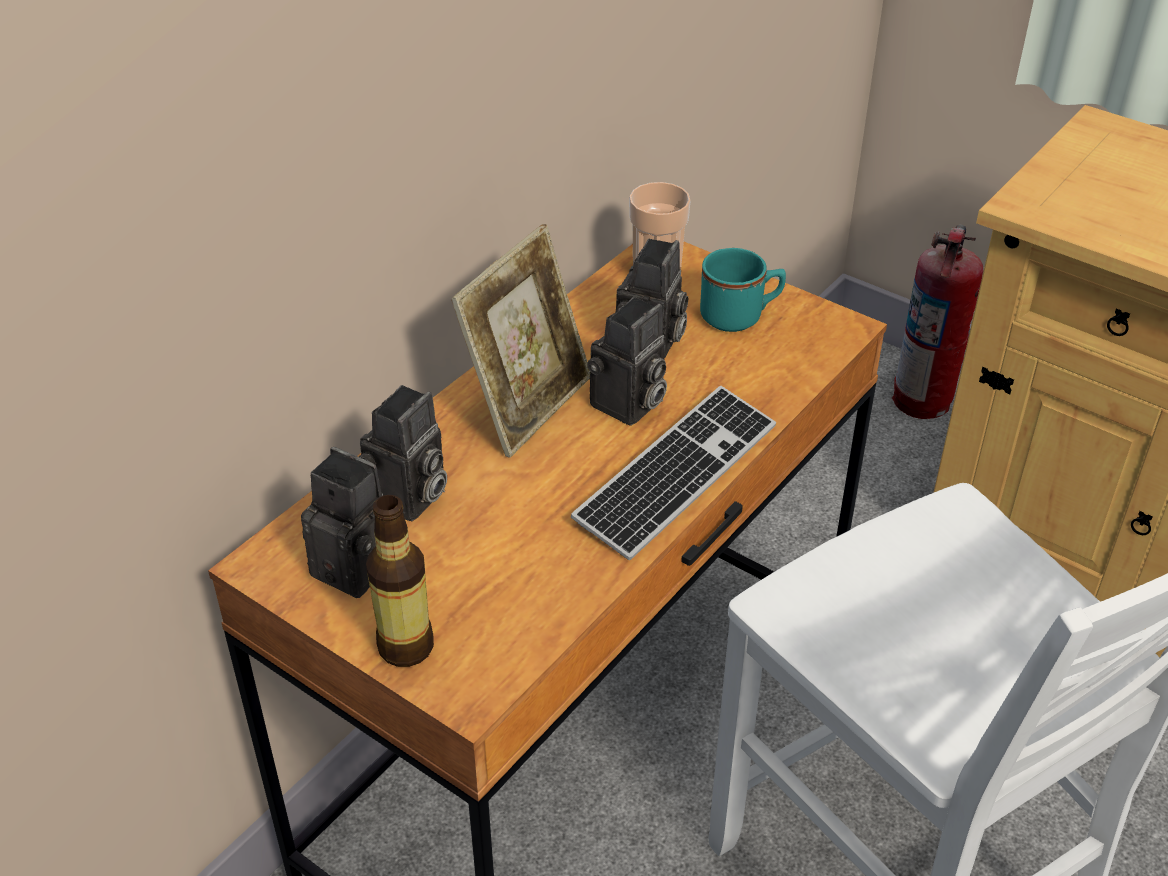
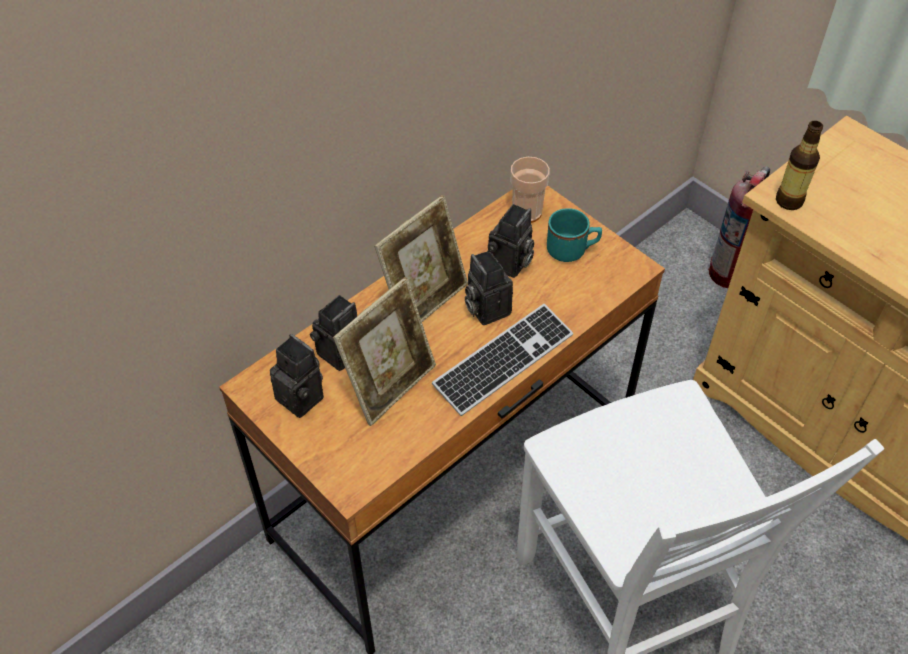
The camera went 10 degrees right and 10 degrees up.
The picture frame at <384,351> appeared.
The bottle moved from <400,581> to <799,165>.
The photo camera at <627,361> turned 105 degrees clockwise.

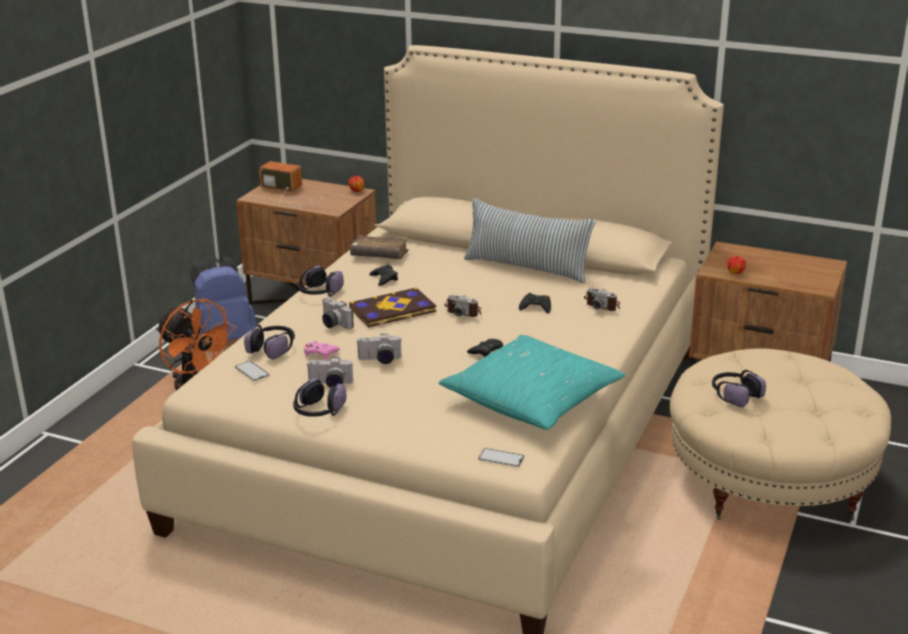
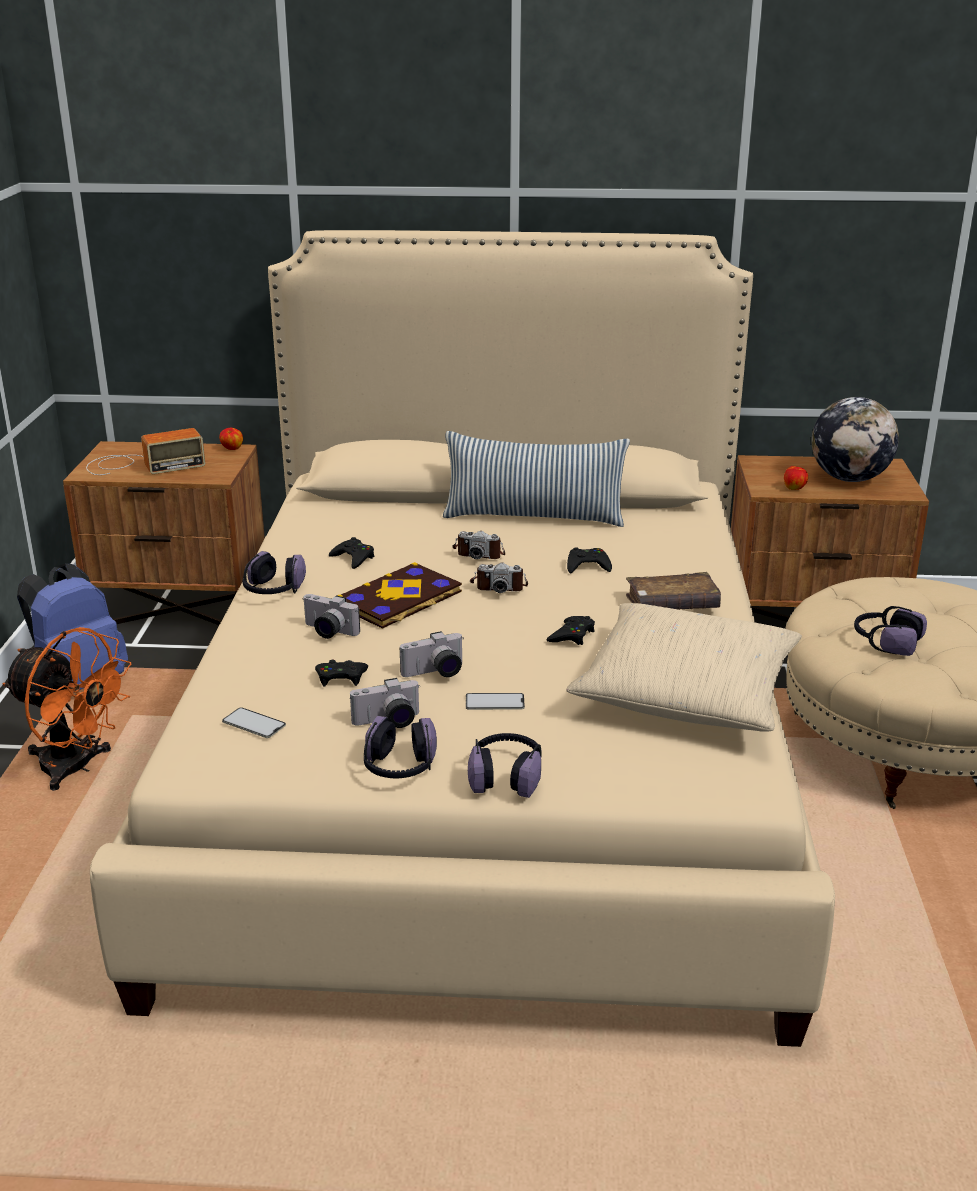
The camera went 20 degrees left and 0 degrees up.
The globe at <855,439> appeared.
The headphones moved from <269,342> to <505,765>.
The brown book moved from <379,247> to <673,591>.
The phone moved from <501,457> to <495,701>.
The photo camera moved from <602,299> to <478,545>.
The pink game controller at <322,350> became the black game controller at <341,673>.
The turquoise pillow at <532,382> became the beige pillow at <684,667>.
The radio at <290,184> turned 150 degrees clockwise.

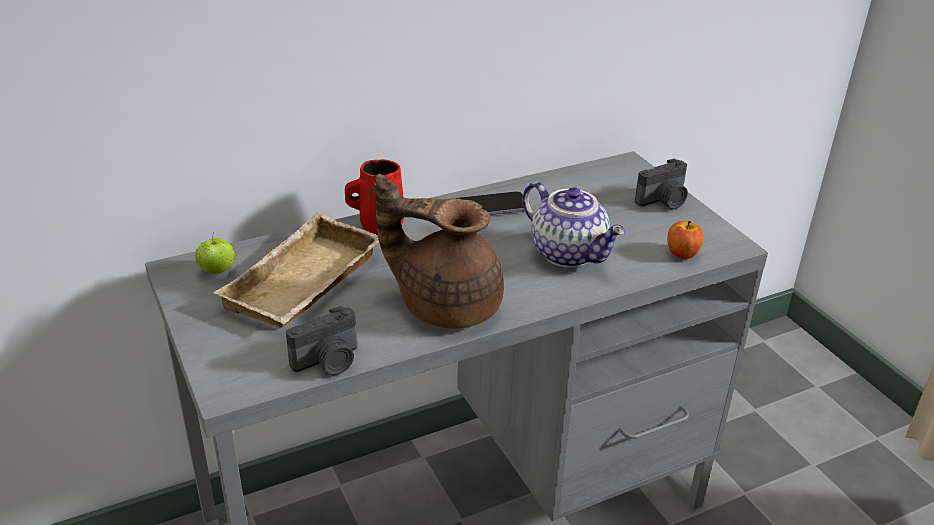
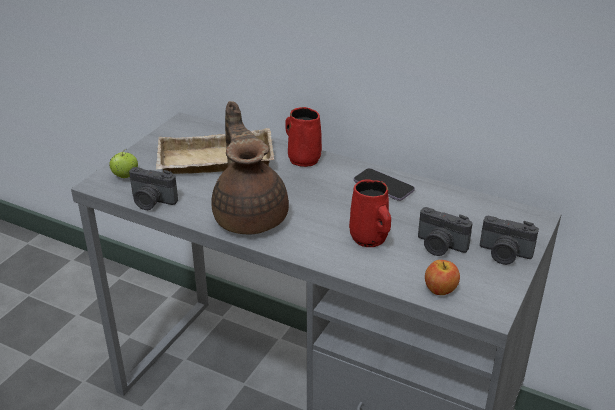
The camera went 55 degrees right and 0 degrees up.
The photo camera at <445,231> appeared.
The apple moved from <215,253> to <123,163>.
The teapot at <574,225> was replaced by the red mug at <370,213>.

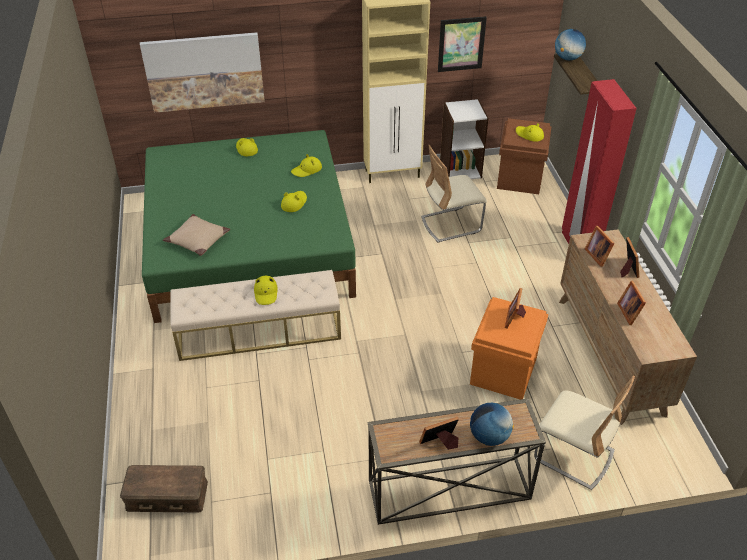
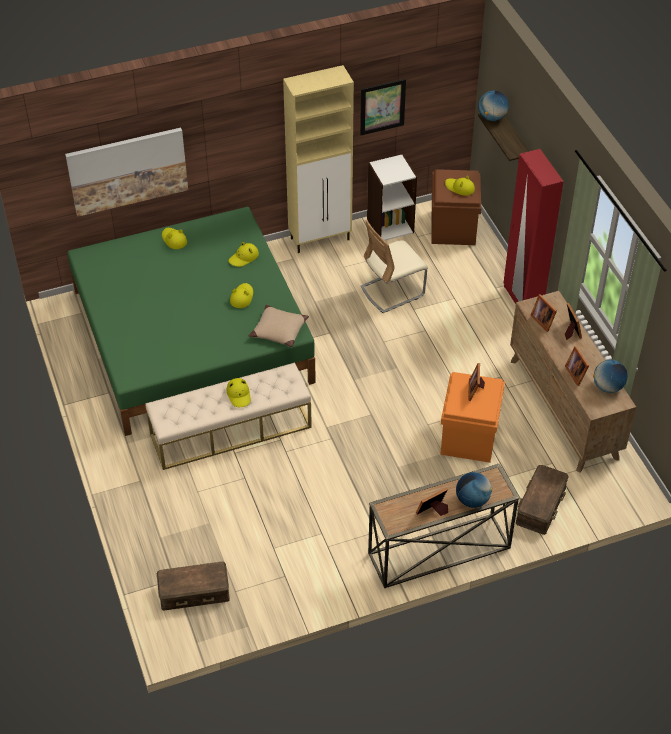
The camera went 10 degrees left and 5 degrees up.
The globe at <610,376> appeared.
The beige pillow moved from <196,235> to <279,326>.
The beige chair at <584,433> was replaced by the brown storage box at <542,500>.

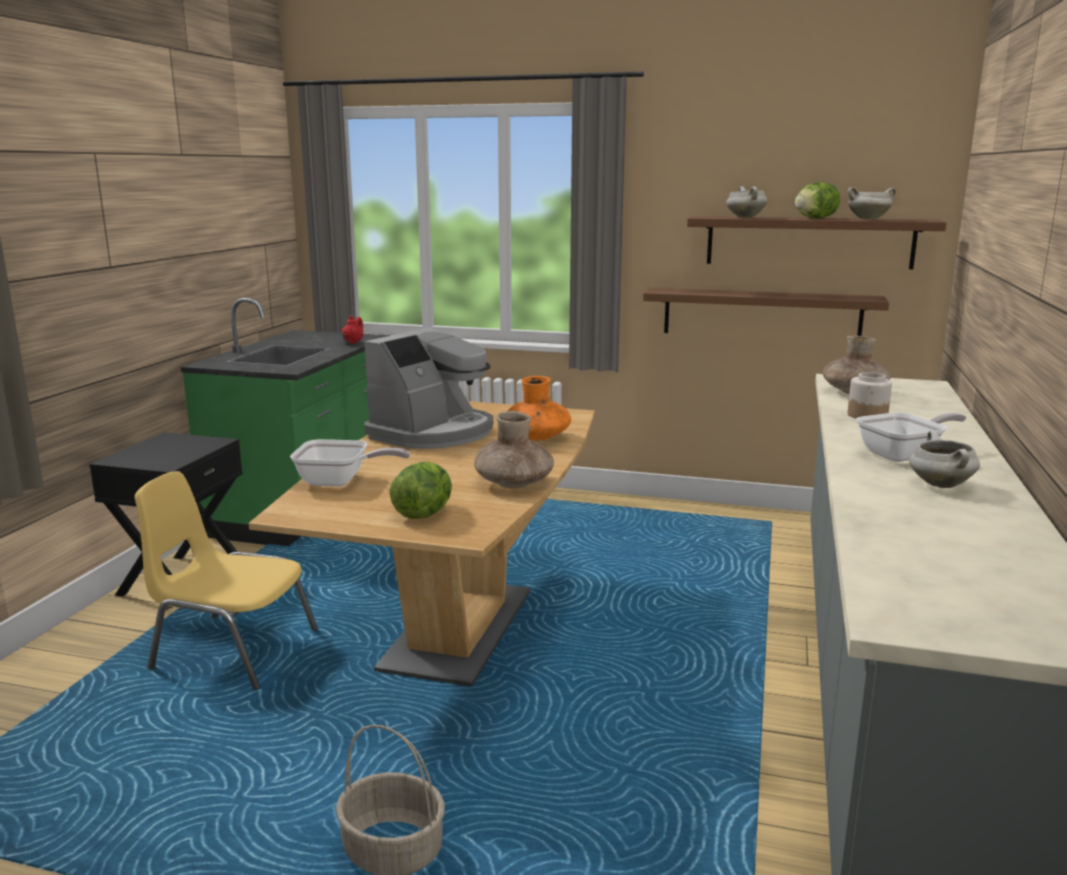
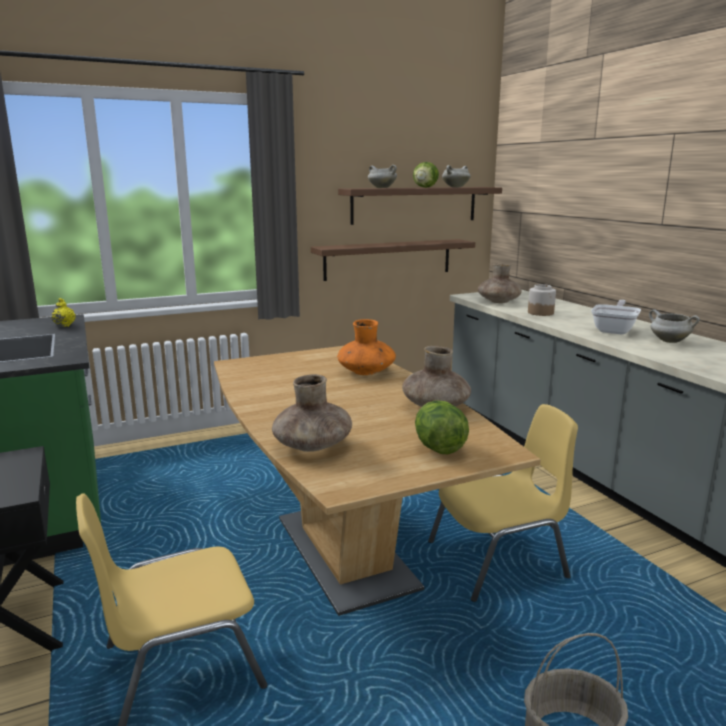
The camera went 40 degrees left and 0 degrees up.
The coffee machine at <428,388> disappeared.
The yellow chair at <503,503> appeared.
The frying pan at <350,463> was replaced by the brown vase at <312,413>.
The red teapot at <352,330> became the yellow teapot at <63,312>.

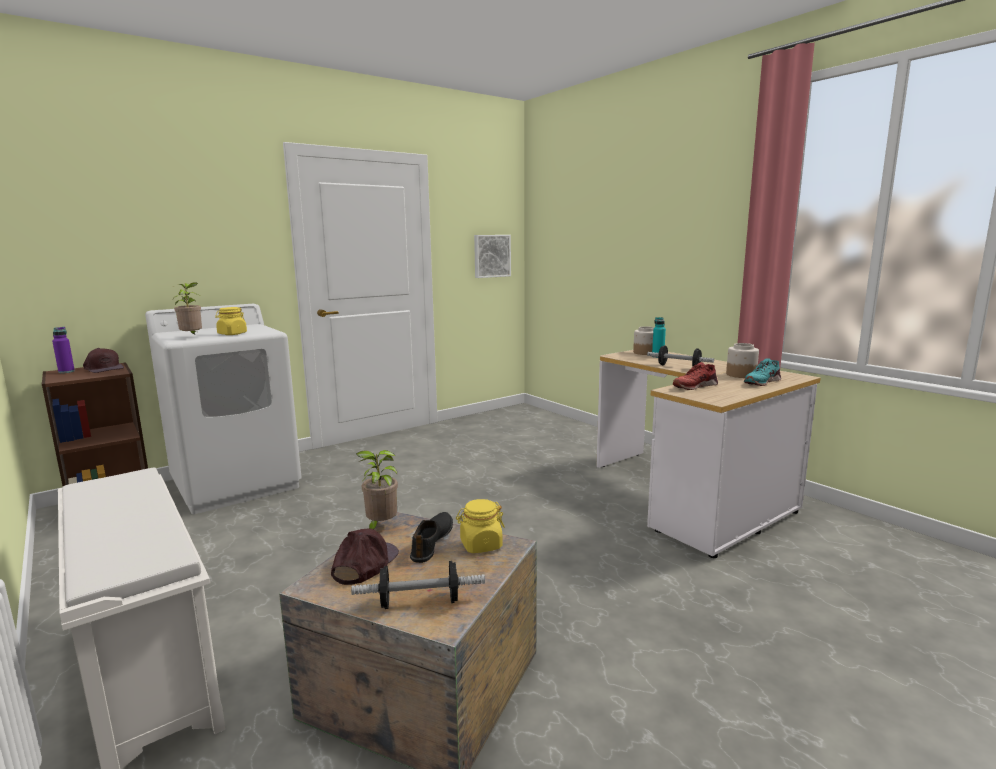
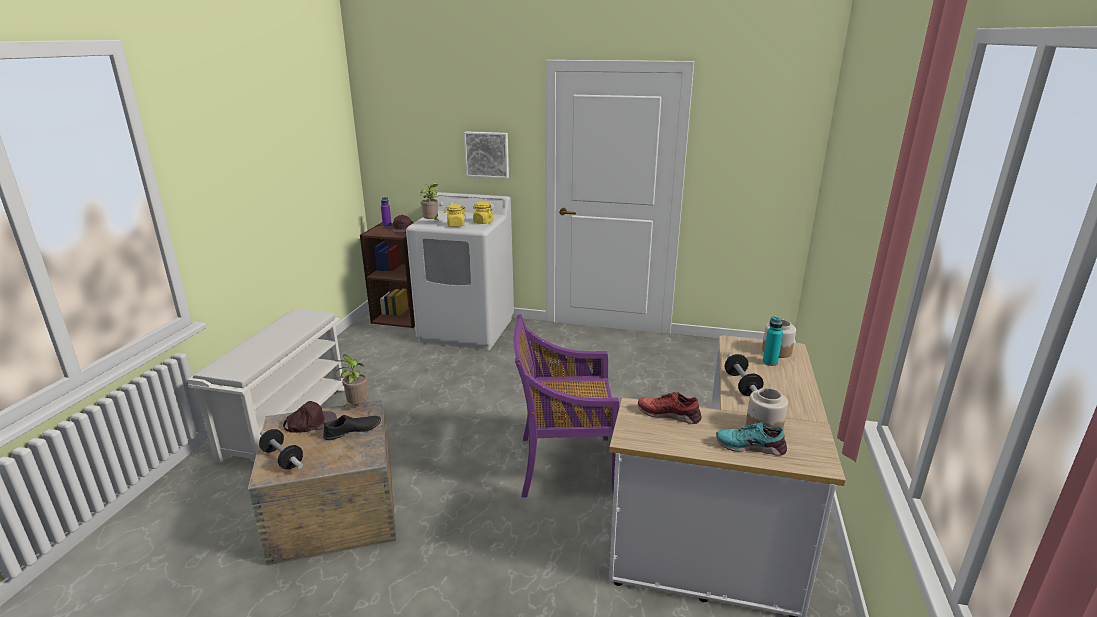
The camera went 50 degrees right and 10 degrees up.
The purple chair at <566,405> appeared.
The yellow jar moved from <480,526> to <483,213>.
The picture moved from <492,256> to <486,155>.

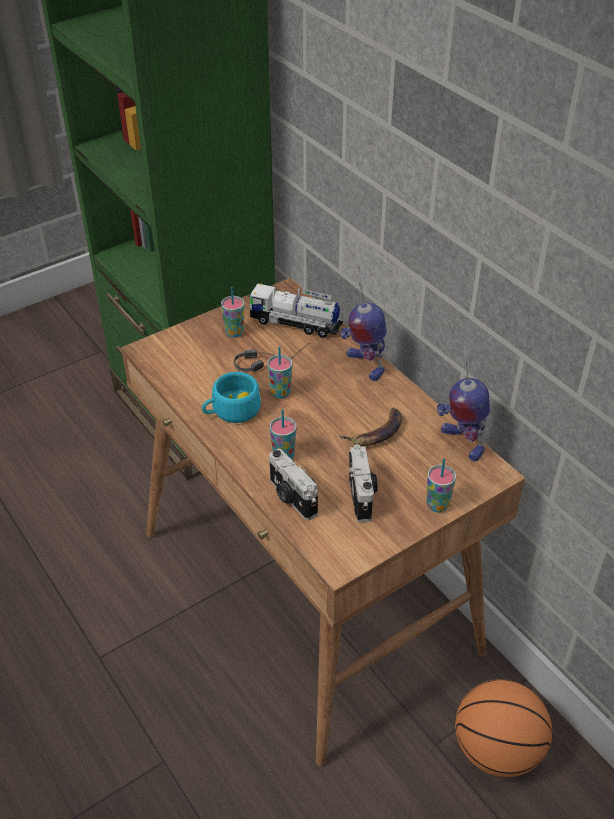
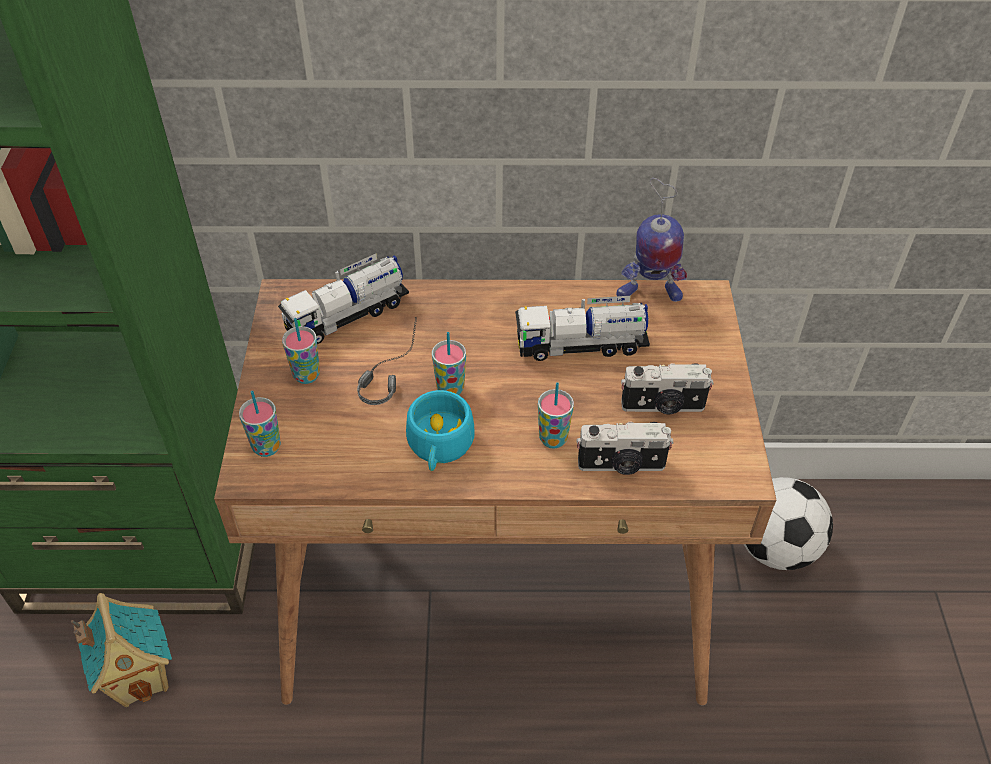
The camera went 55 degrees left and 5 degrees up.
The toy robot at <364,323> disappeared.
The toy house at <121,650> appeared.
The cup moved from <441,485> to <260,424>.
The banana at <371,426> was replaced by the toy truck at <582,328>.
The basketball at <503,728> was replaced by the football at <788,523>.
The photo camera at <363,483> turned 150 degrees clockwise.

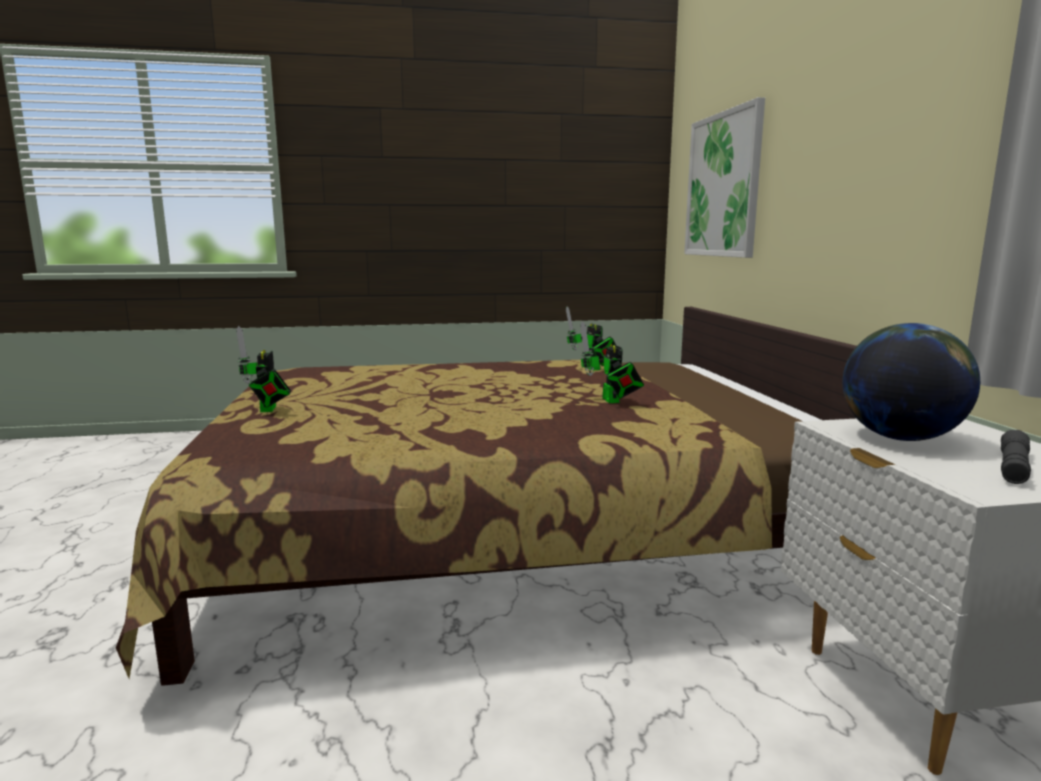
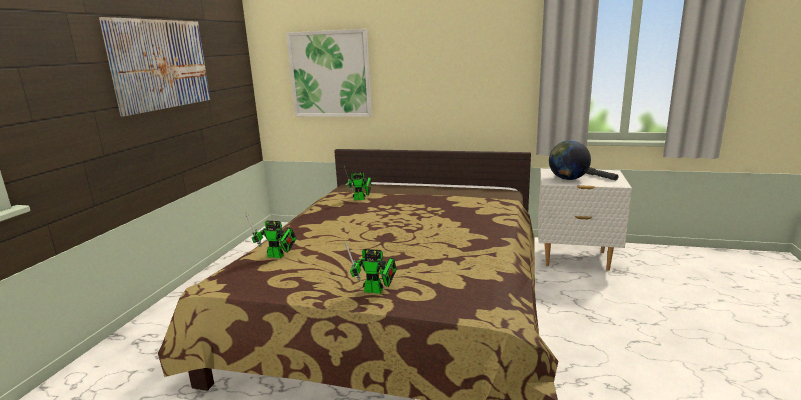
The camera went 65 degrees left and 5 degrees up.
The picture at <154,66> appeared.
The toy robot moved from <612,362> to <271,235>.

